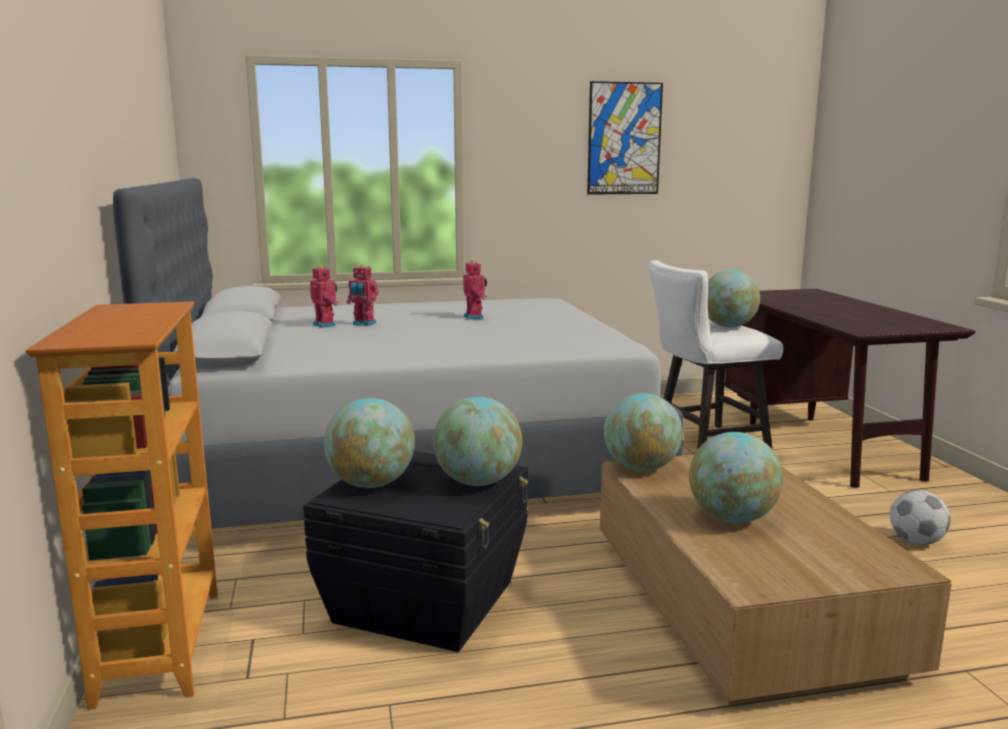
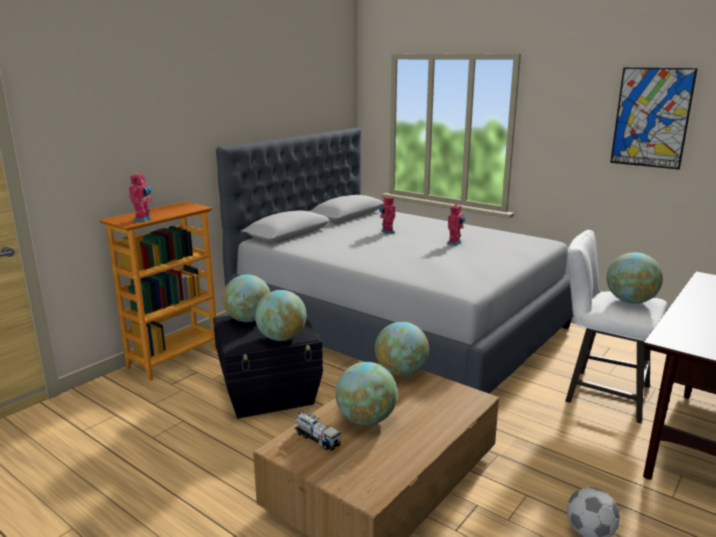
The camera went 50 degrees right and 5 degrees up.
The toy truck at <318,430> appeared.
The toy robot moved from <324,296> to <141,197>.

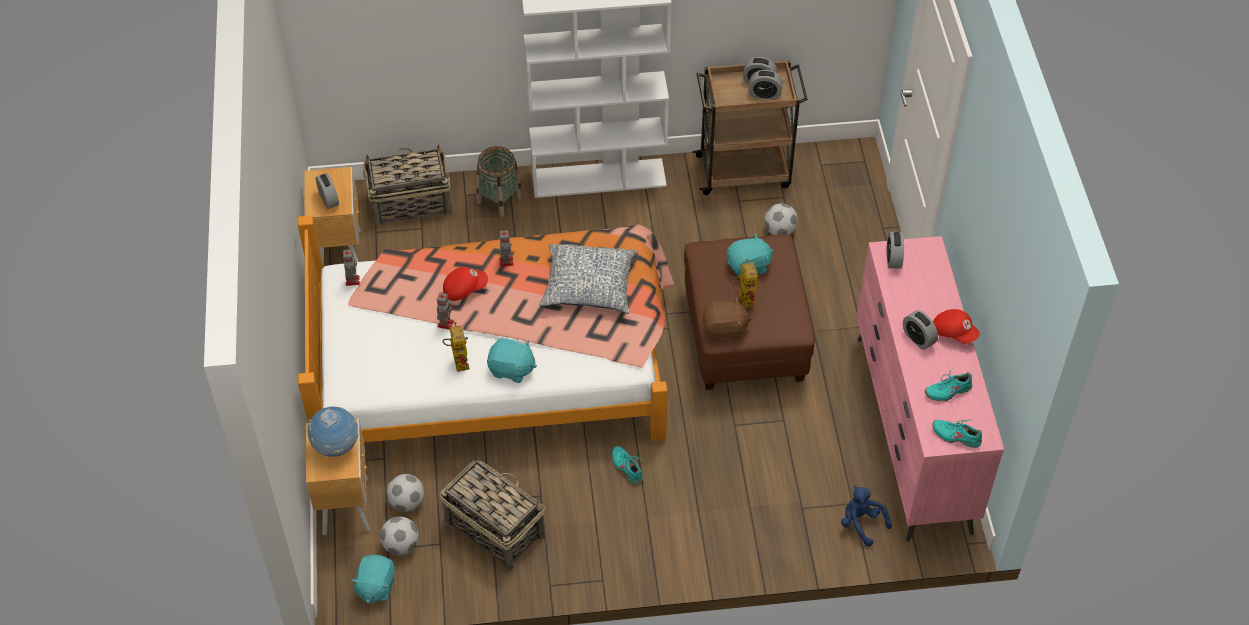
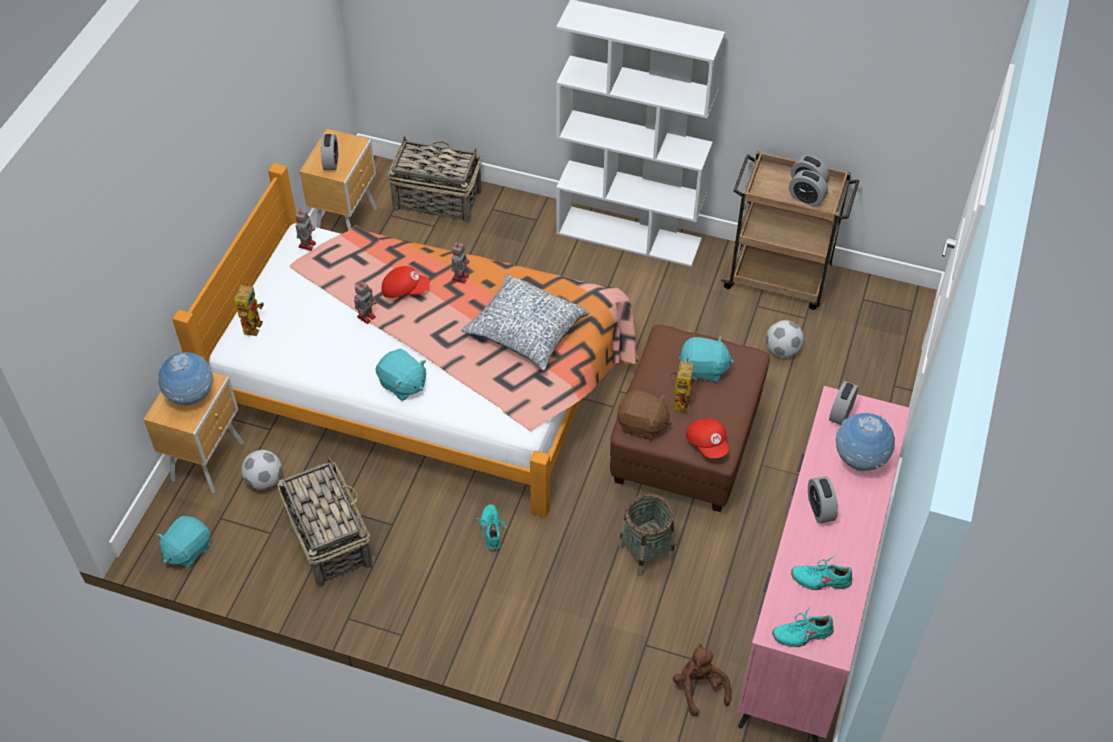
The camera went 25 degrees right and 0 degrees up.
The football at <399,536> disappeared.
The globe at <865,442> appeared.
The toy robot moved from <456,347> to <249,308>.
The basket moved from <499,181> to <646,534>.
The red cap moved from <956,326> to <707,438>.
The blue plush toy at <866,516> became the brown plush toy at <702,680>.
The turquoise shoe at <957,434> turned 60 degrees counterclockwise.

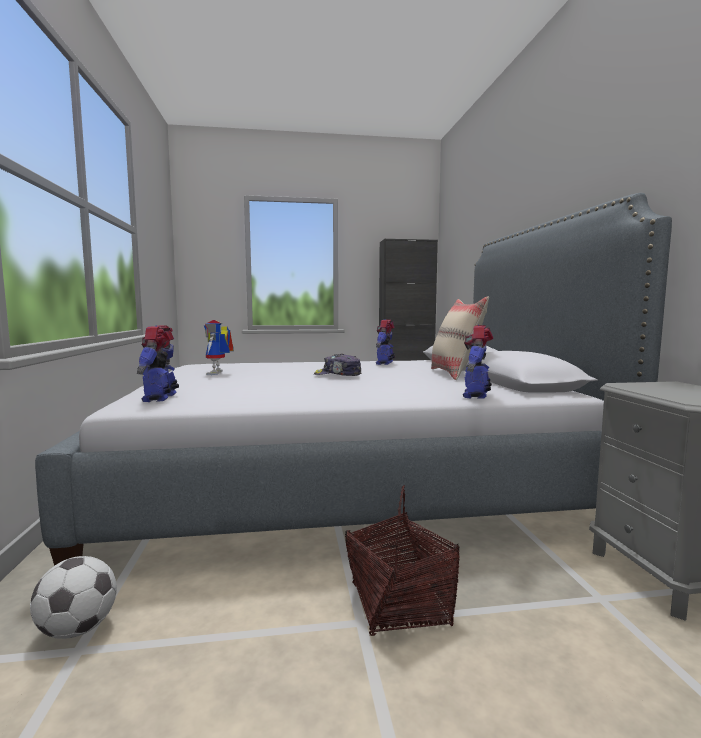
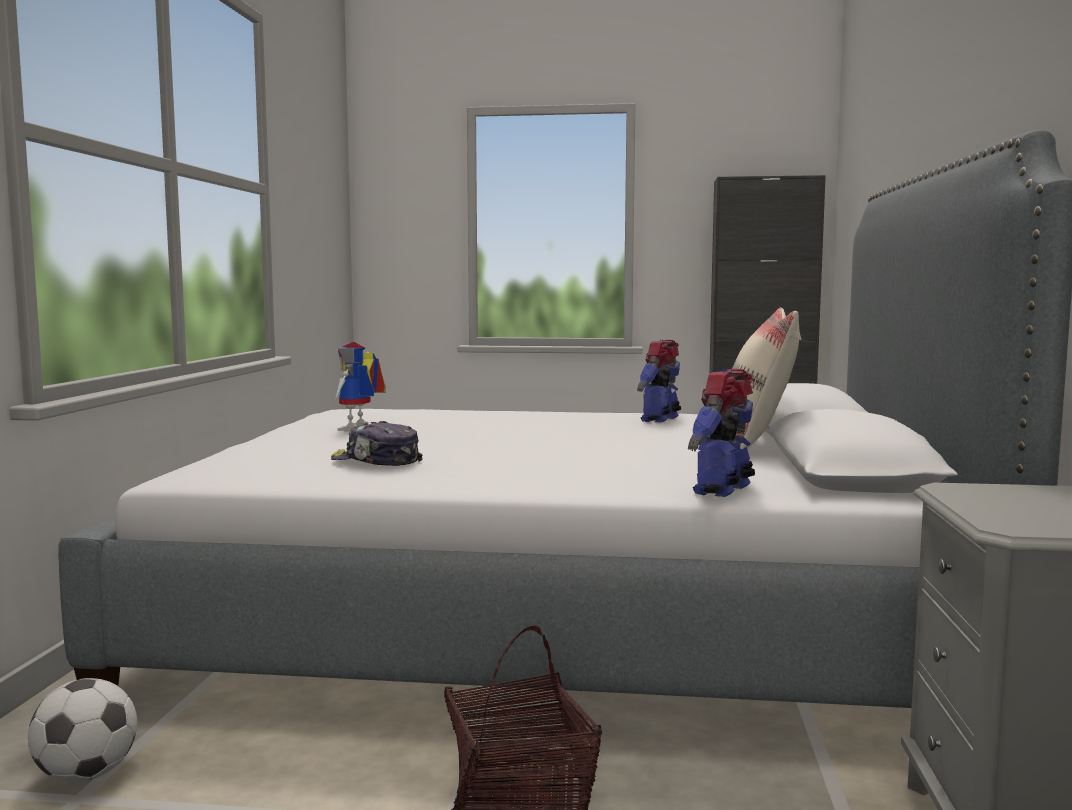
The camera went 15 degrees right and 0 degrees up.
The toy robot at <158,363> disappeared.
The cap moved from <337,365> to <377,443>.

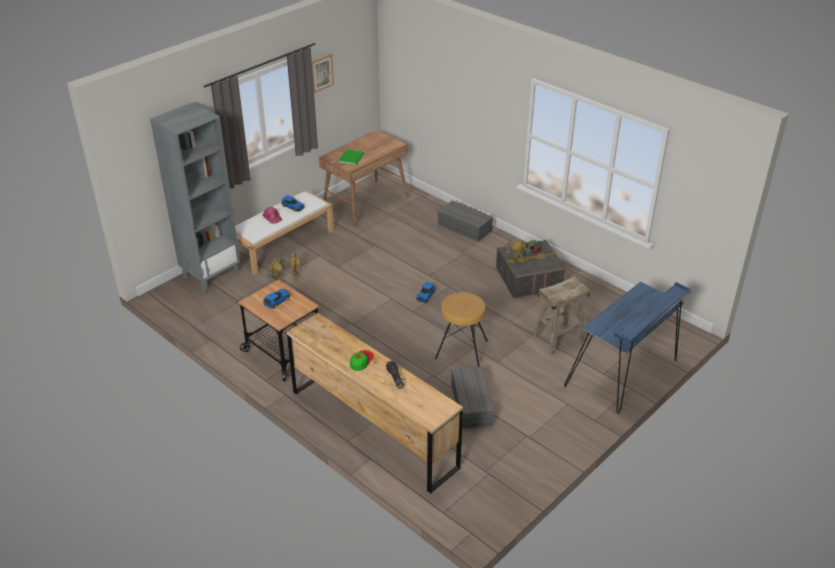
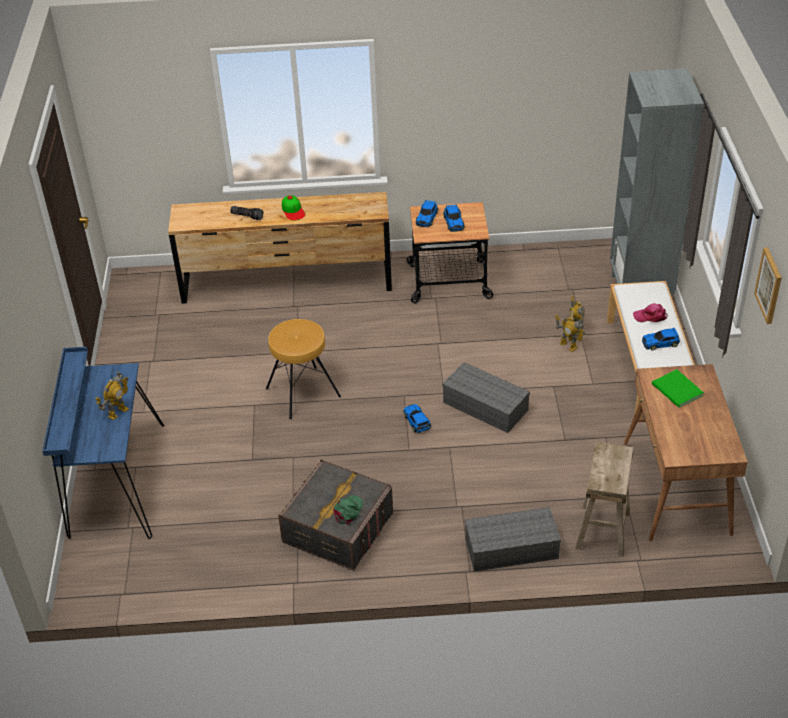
The camera went 135 degrees right and 5 degrees up.
The toy car at <427,213> appeared.
The grey storage box moved from <473,398> to <486,397>.
The toy robot moved from <518,250> to <112,395>.
The beige stool moved from <561,315> to <604,499>.

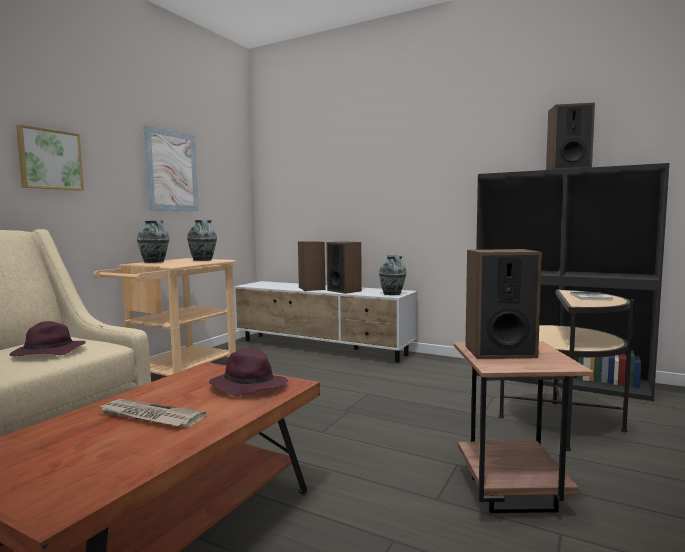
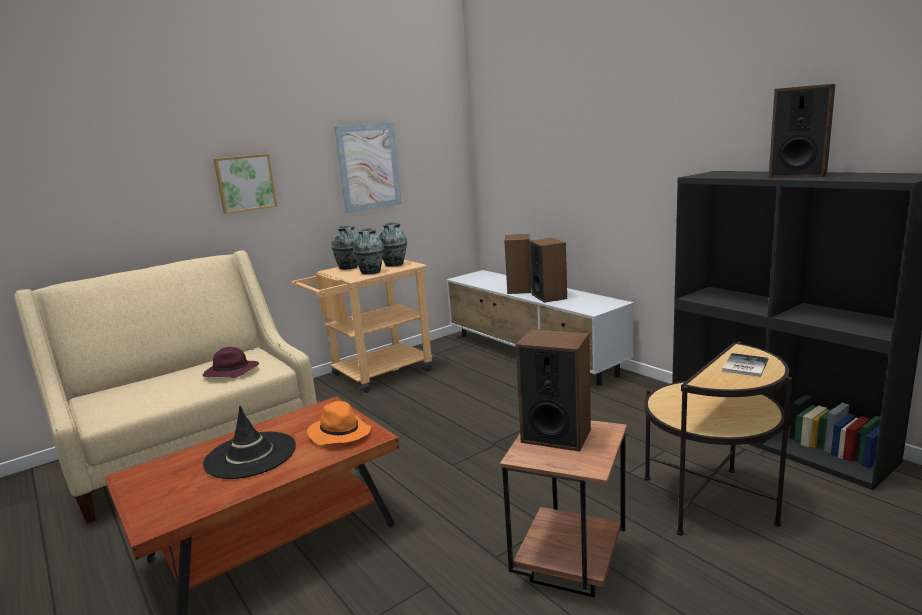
The camera went 25 degrees right and 10 degrees up.
The vase moved from <393,275> to <368,251>.
The newspaper at <153,413> was replaced by the black hat at <249,442>.
The purple hat at <248,371> became the orange hat at <339,423>.

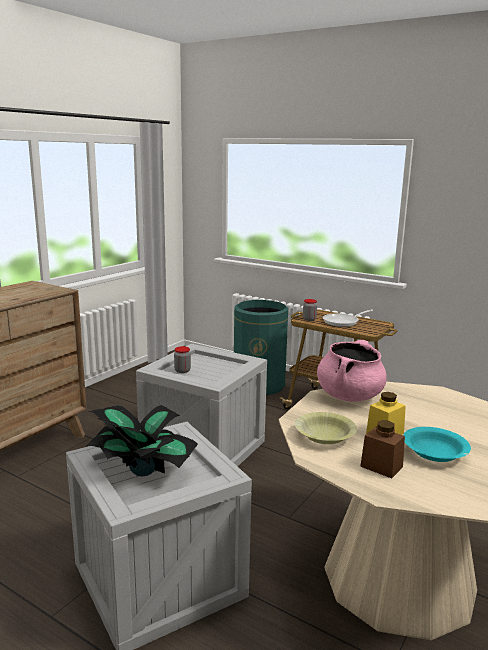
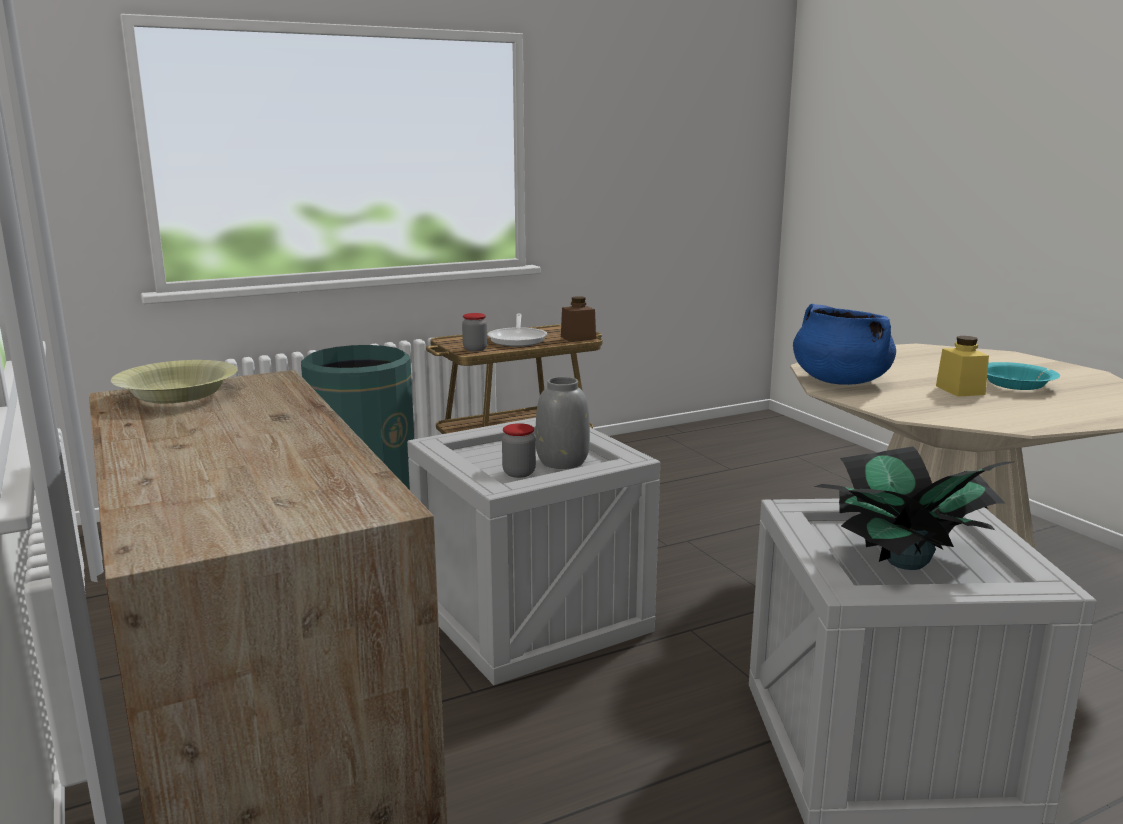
The camera went 60 degrees left and 0 degrees up.
The grey vase at <562,423> appeared.
The yellow bowl moved from <326,428> to <174,381>.
The brown jar moved from <382,449> to <578,318>.
The pink cooking pot at <352,371> became the blue cooking pot at <844,344>.

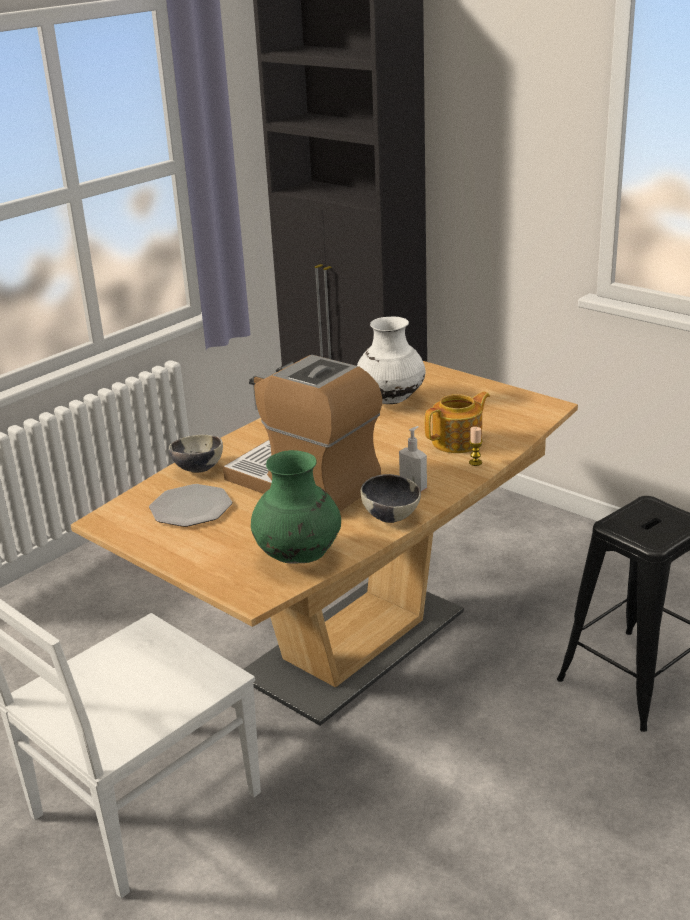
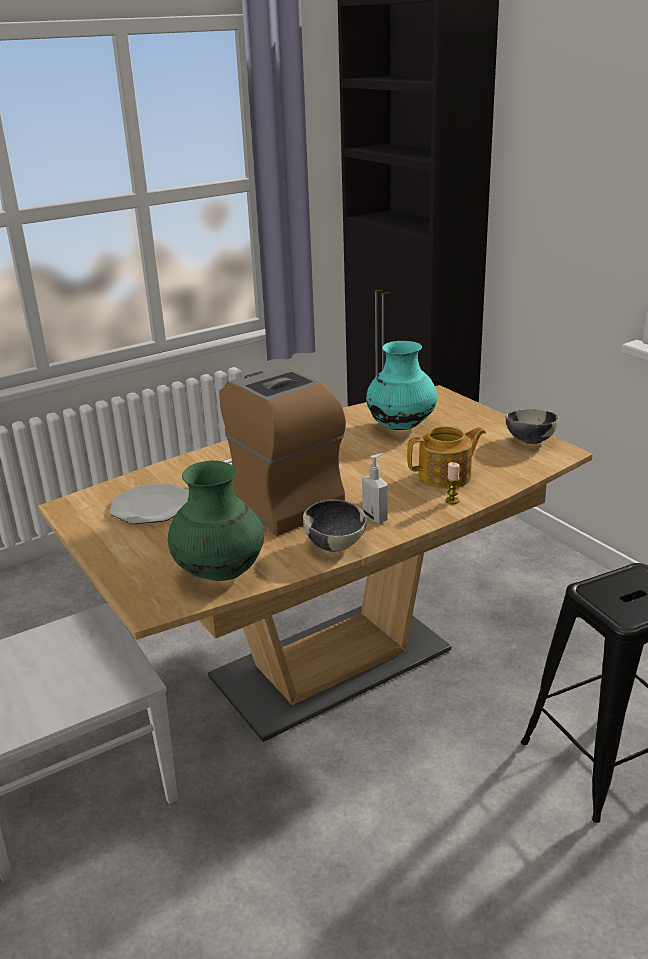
The camera went 15 degrees right and 0 degrees up.
The bowl moved from <196,453> to <532,426>.
The white vase at <391,360> became the turquoise vase at <402,385>.

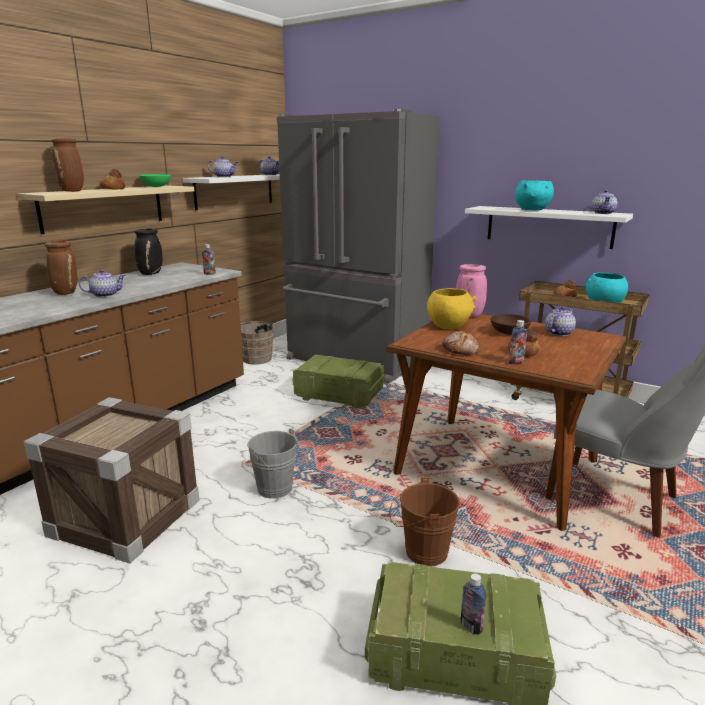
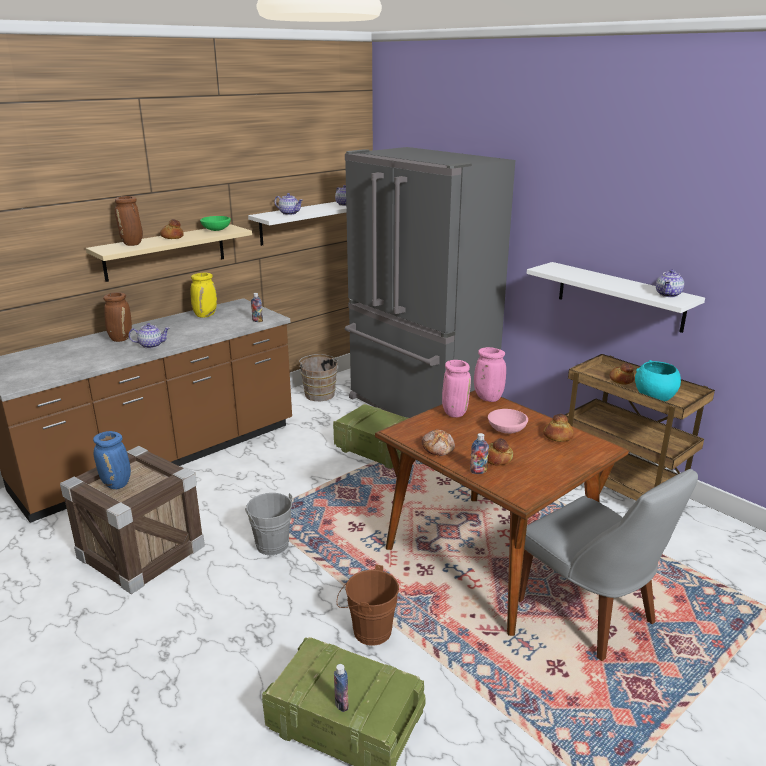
The camera went 15 degrees right and 5 degrees up.
The turquoise bowl at <534,195> disappeared.
The blue vase at <112,460> appeared.
The yellow bowl at <452,308> was replaced by the pink vase at <456,389>.
The teapot at <560,321> was replaced by the bread at <558,428>.
The black vase at <149,252> became the yellow vase at <203,295>.
The brown bowl at <510,324> became the pink bowl at <508,421>.

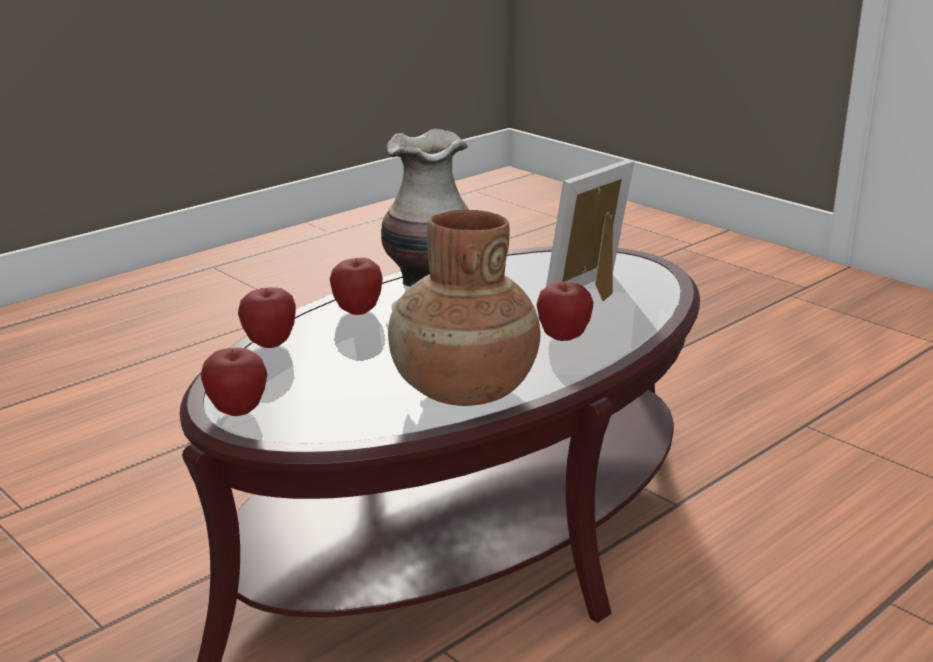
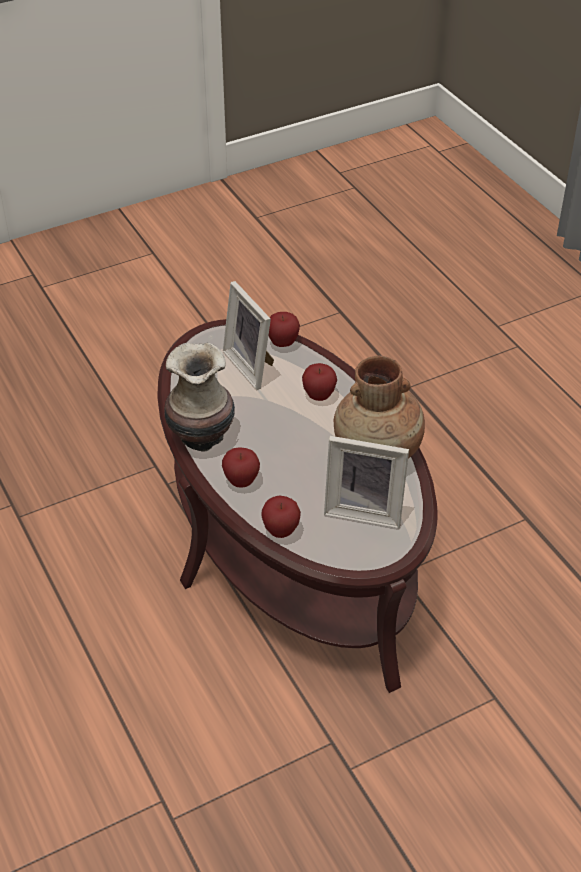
The camera went 75 degrees left and 20 degrees up.
The picture frame at <366,482> appeared.
The apple moved from <234,382> to <284,329>.

